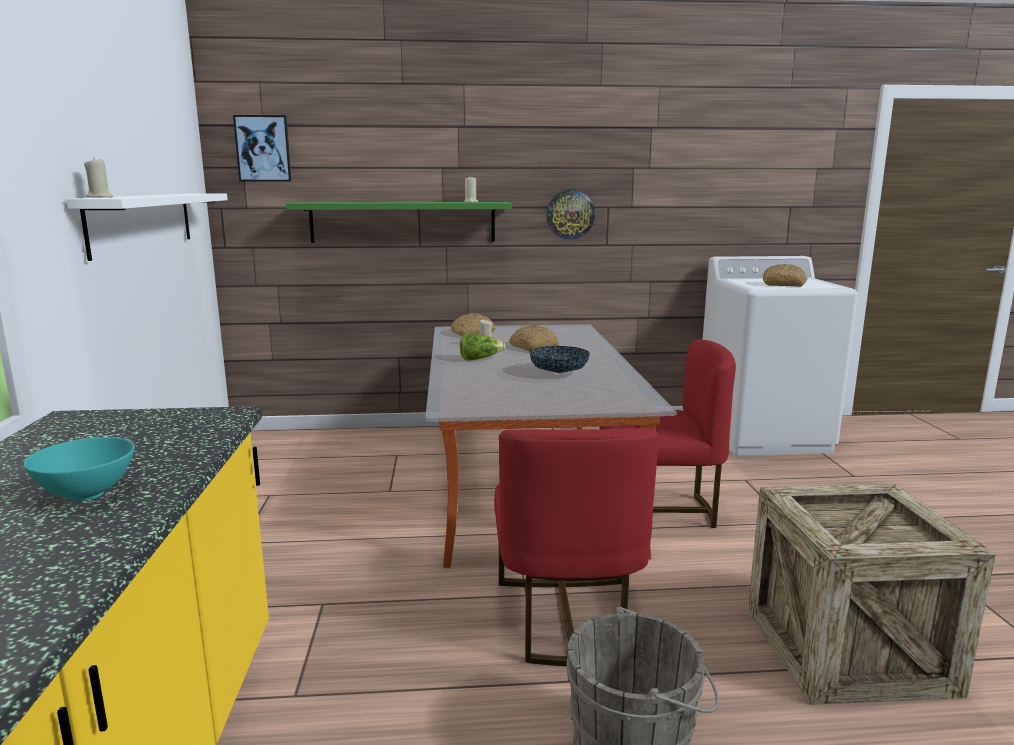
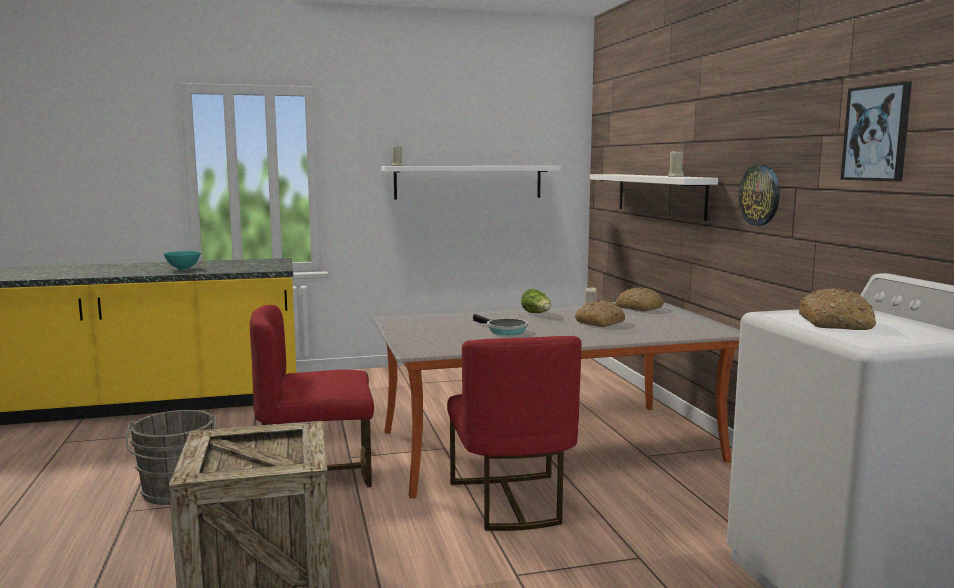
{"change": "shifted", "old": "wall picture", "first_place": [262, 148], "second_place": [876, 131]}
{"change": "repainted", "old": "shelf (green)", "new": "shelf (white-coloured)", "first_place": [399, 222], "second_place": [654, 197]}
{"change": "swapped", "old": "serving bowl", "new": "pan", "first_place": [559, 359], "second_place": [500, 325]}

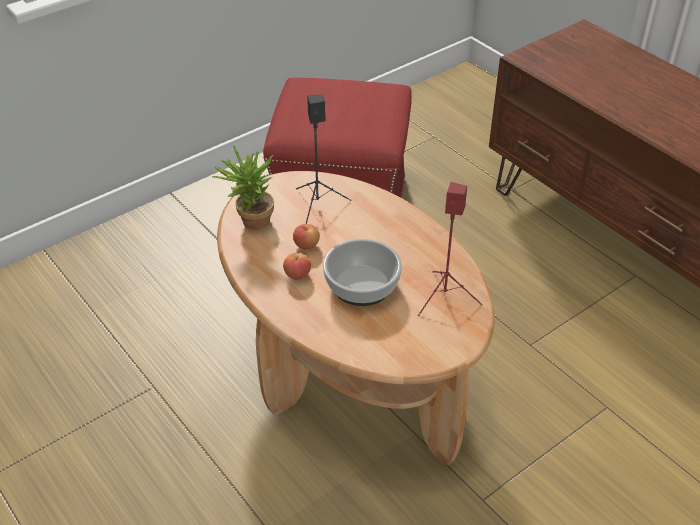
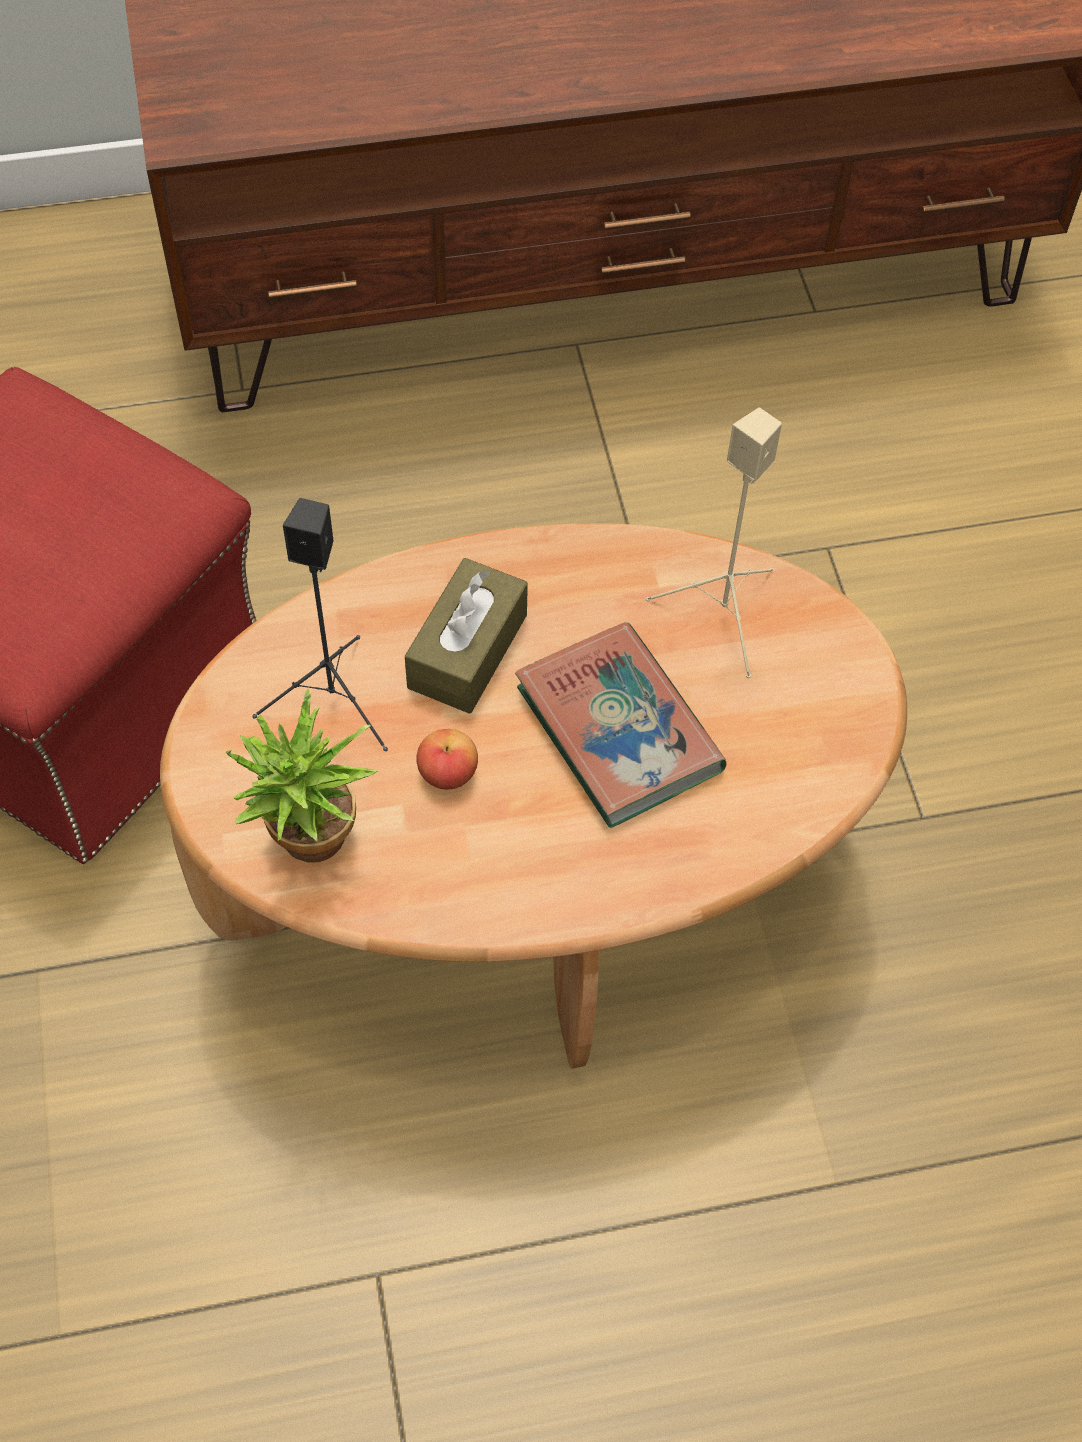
{"change": "gone", "old": "apple fruit", "first_place": [297, 266]}
{"change": "swapped", "old": "serving bowl", "new": "bound book", "first_place": [362, 272], "second_place": [621, 725]}
{"change": "repainted", "old": "audio speaker (reddish)", "new": "audio speaker (beige-coloured)", "first_place": [450, 249], "second_place": [714, 542]}
{"change": "new", "new": "box of tissues (brownish)", "second_place": [466, 636]}

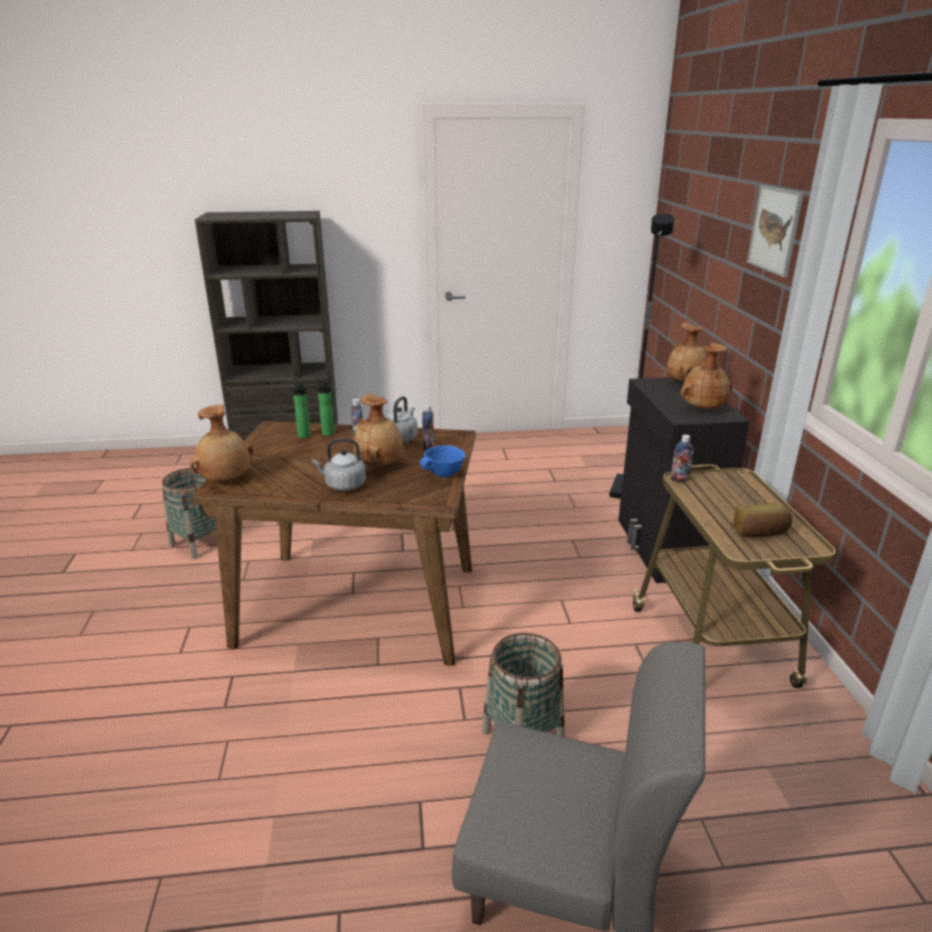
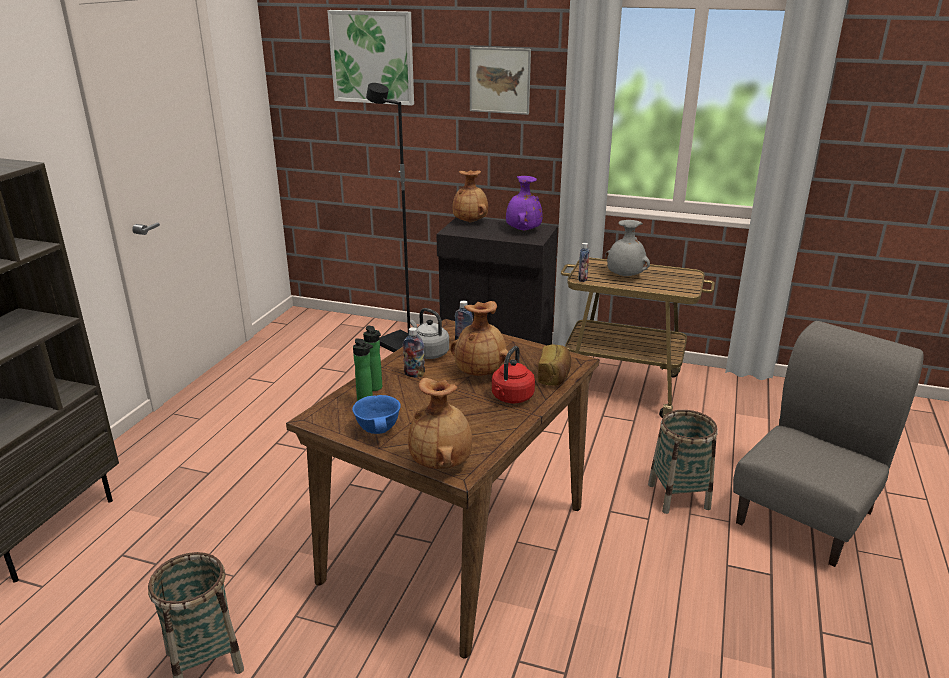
{"change": "repainted", "old": "water kettle (gray)", "new": "water kettle (reddish)", "first_place": [339, 465], "second_place": [513, 374]}
{"change": "shifted", "old": "serving bowl (bluish)", "first_place": [442, 461], "second_place": [376, 414]}
{"change": "repainted", "old": "flower vase (brownish)", "new": "flower vase (purple-coloured)", "first_place": [706, 376], "second_place": [524, 203]}
{"change": "shifted", "old": "baked bread", "first_place": [762, 519], "second_place": [554, 365]}
{"change": "new", "new": "wall picture", "second_place": [370, 58]}
{"change": "new", "new": "flower vase (gray)", "second_place": [627, 248]}

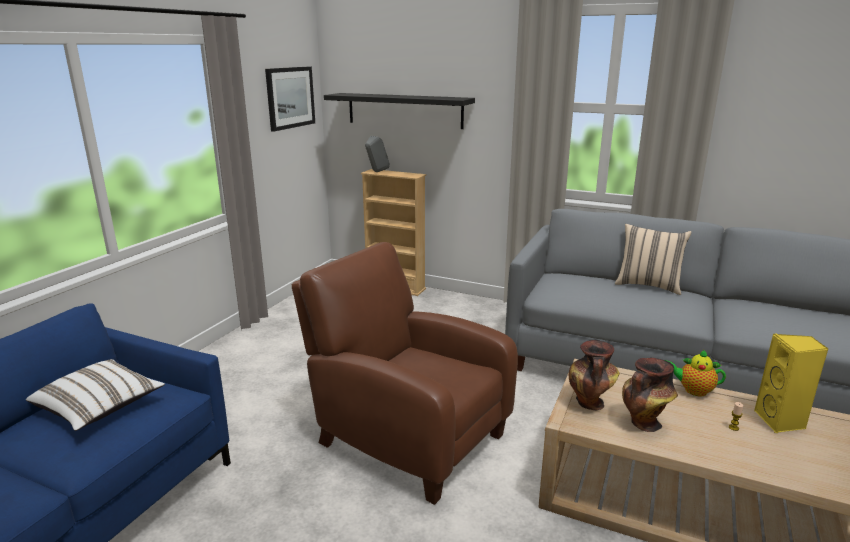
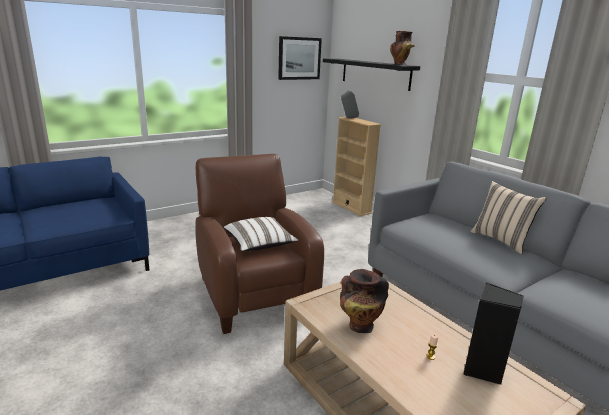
{"change": "shifted", "old": "pillow (white-coloured)", "first_place": [95, 395], "second_place": [261, 234]}
{"change": "shifted", "old": "flower vase", "first_place": [594, 375], "second_place": [402, 48]}
{"change": "gone", "old": "teapot", "first_place": [695, 373]}
{"change": "repainted", "old": "audio speaker (yellow)", "new": "audio speaker (blackish)", "first_place": [791, 383], "second_place": [493, 334]}

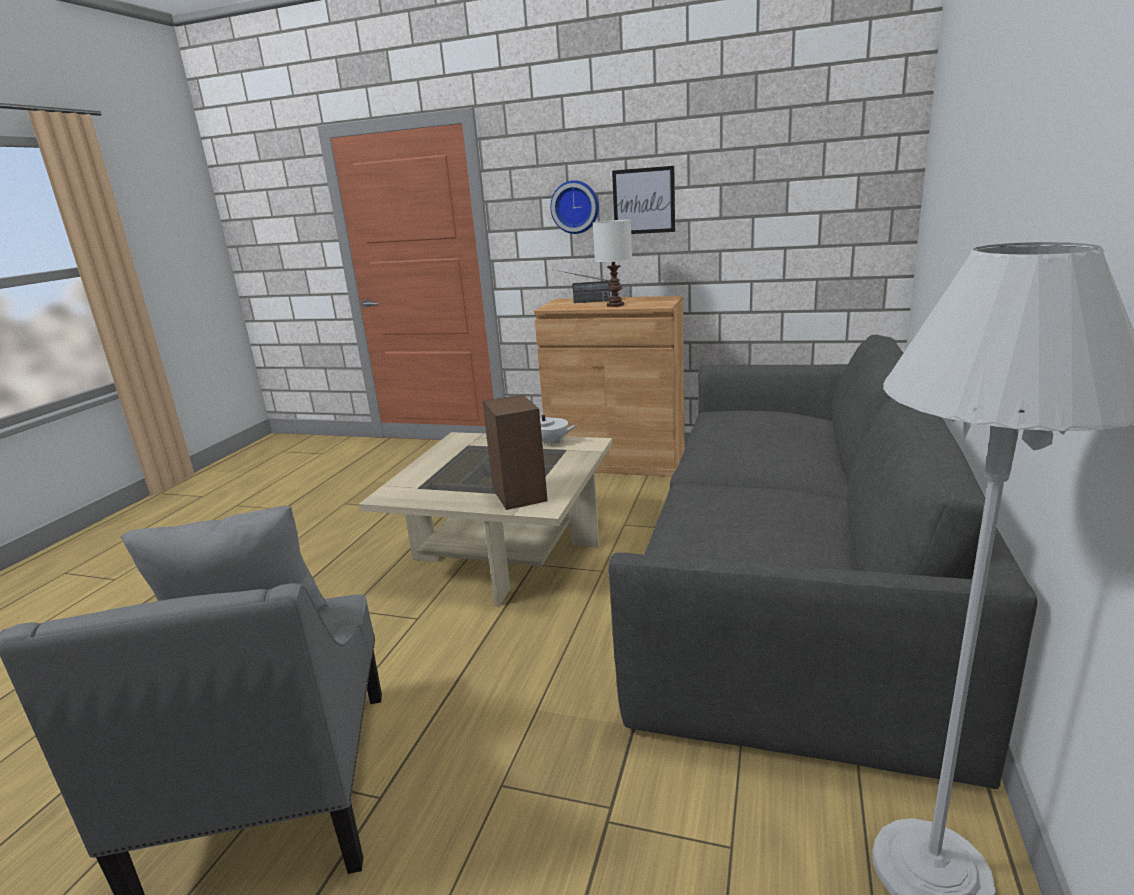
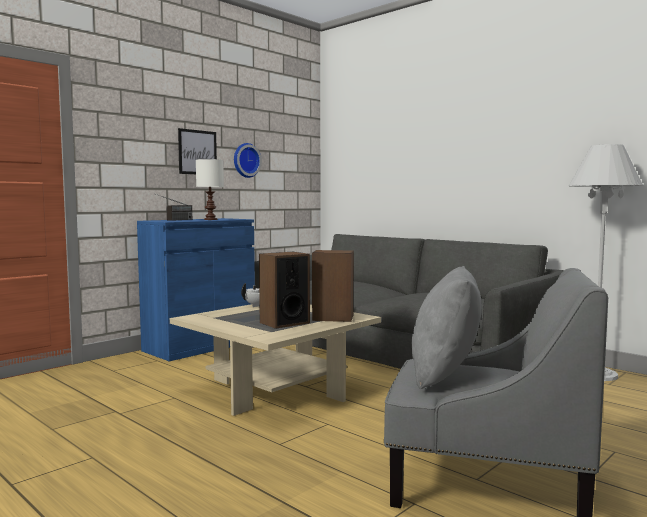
{"change": "repainted", "old": "cabinet (brownish)", "new": "cabinet (bluish)", "first_place": [609, 386], "second_place": [196, 289]}
{"change": "shifted", "old": "hanging clock", "first_place": [574, 207], "second_place": [248, 160]}
{"change": "new", "new": "audio speaker", "second_place": [284, 290]}

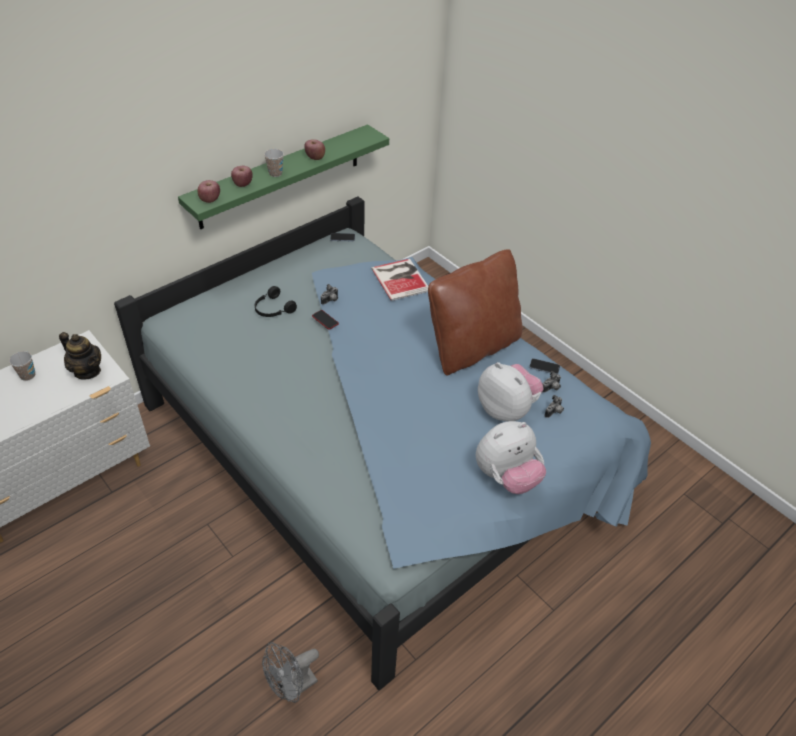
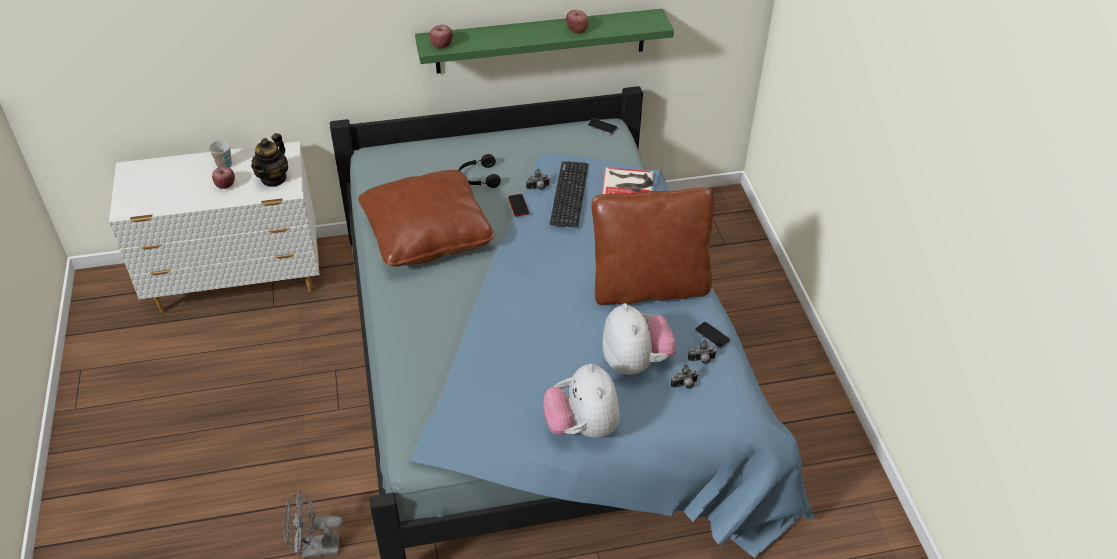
{"change": "rotated", "old": "teapot", "first_place": [80, 356], "second_place": [269, 160], "degrees": 45}
{"change": "shifted", "old": "apple fruit", "first_place": [242, 176], "second_place": [223, 178]}
{"change": "gone", "old": "small cup", "first_place": [274, 163]}
{"change": "rotated", "old": "plush toy", "first_place": [511, 457], "second_place": [581, 401], "degrees": 75}
{"change": "new", "new": "pillow (brownish)", "second_place": [426, 218]}
{"change": "new", "new": "computer keyboard", "second_place": [569, 194]}

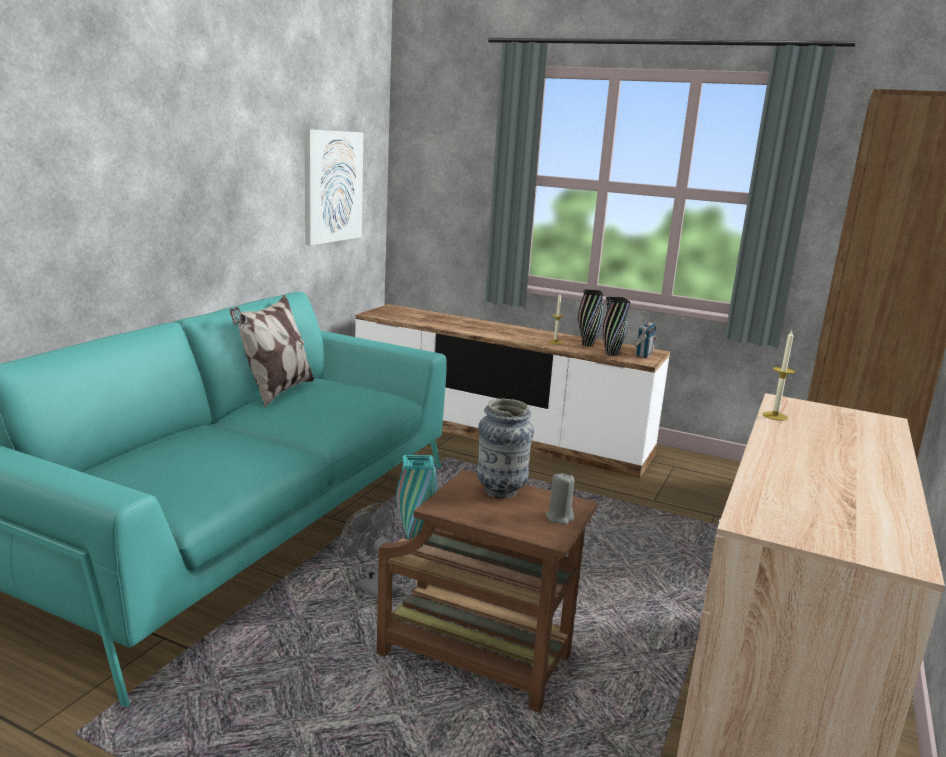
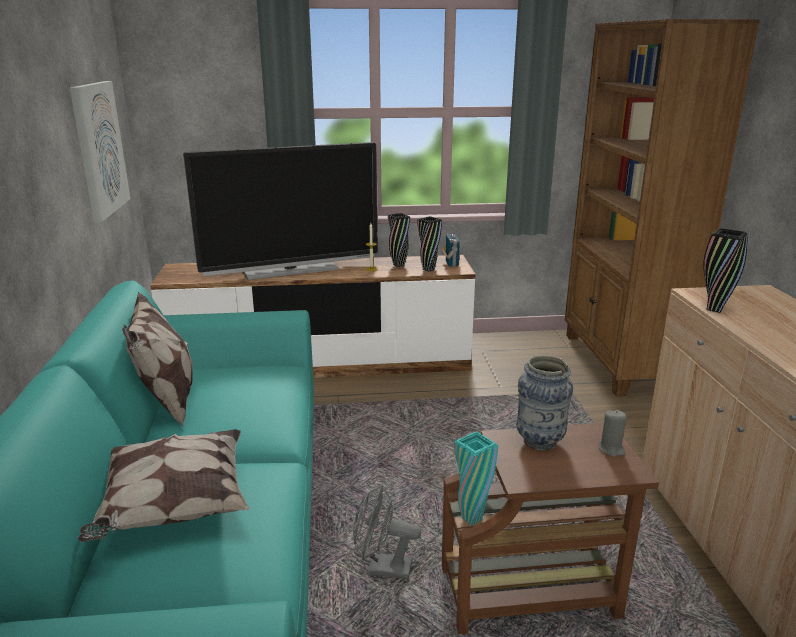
{"change": "swapped", "old": "candle", "new": "flower vase (blackish)", "first_place": [779, 376], "second_place": [725, 270]}
{"change": "new", "new": "pillow", "second_place": [164, 485]}
{"change": "new", "new": "TV", "second_place": [280, 211]}

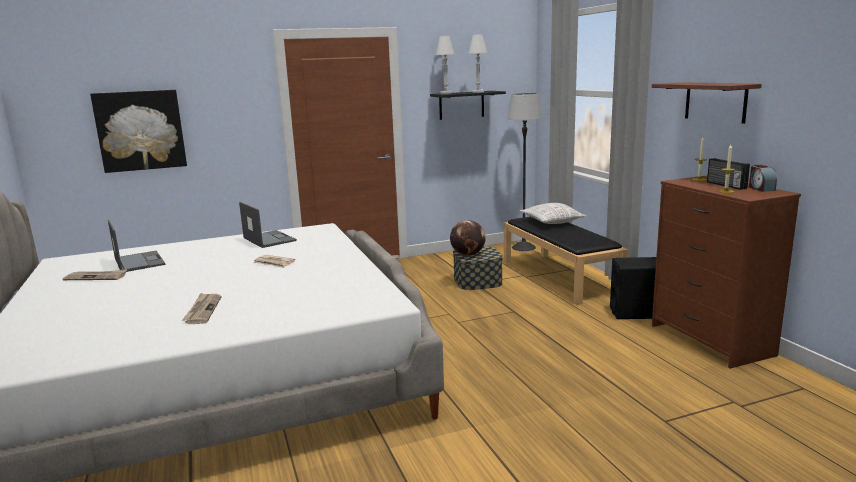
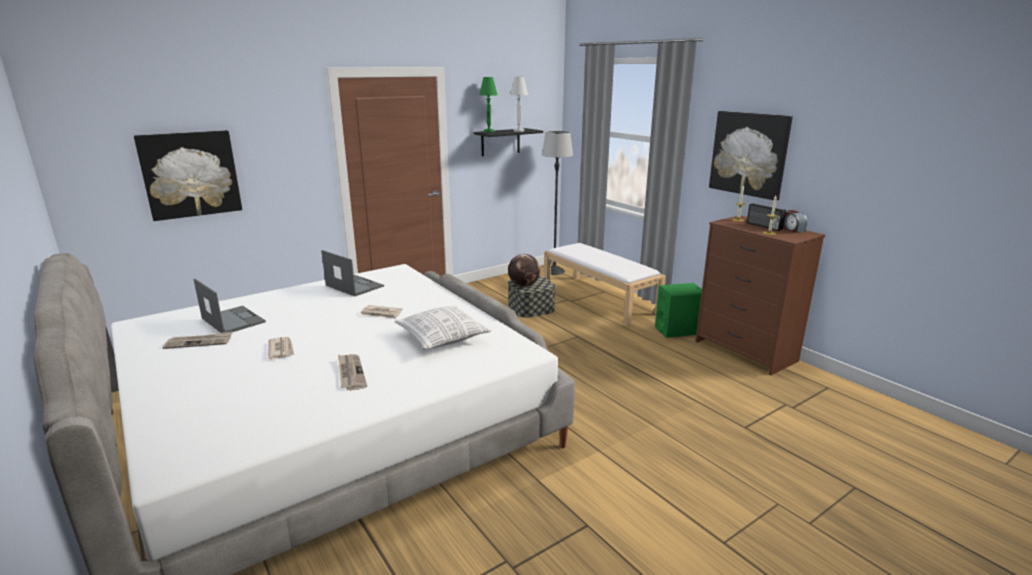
{"change": "repainted", "old": "tabletop lamp (white-coloured)", "new": "tabletop lamp (green)", "first_place": [445, 65], "second_place": [488, 104]}
{"change": "repainted", "old": "long seat (blackish)", "new": "long seat (white-coloured)", "first_place": [566, 261], "second_place": [605, 284]}
{"change": "shifted", "old": "pillow", "first_place": [553, 213], "second_place": [442, 328]}
{"change": "repainted", "old": "audio speaker (blackish)", "new": "audio speaker (green)", "first_place": [633, 288], "second_place": [678, 310]}
{"change": "swapped", "old": "shelf", "new": "wall picture", "first_place": [707, 103], "second_place": [751, 155]}
{"change": "new", "new": "printed paper", "second_place": [281, 348]}

